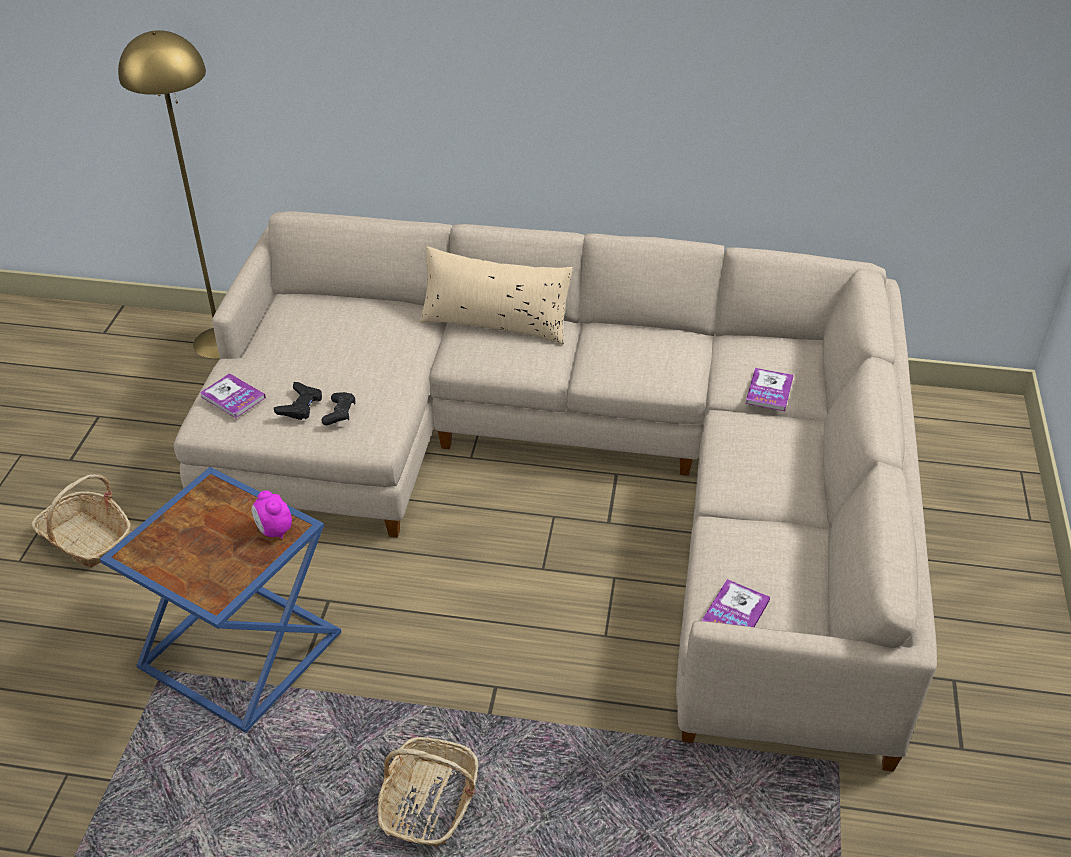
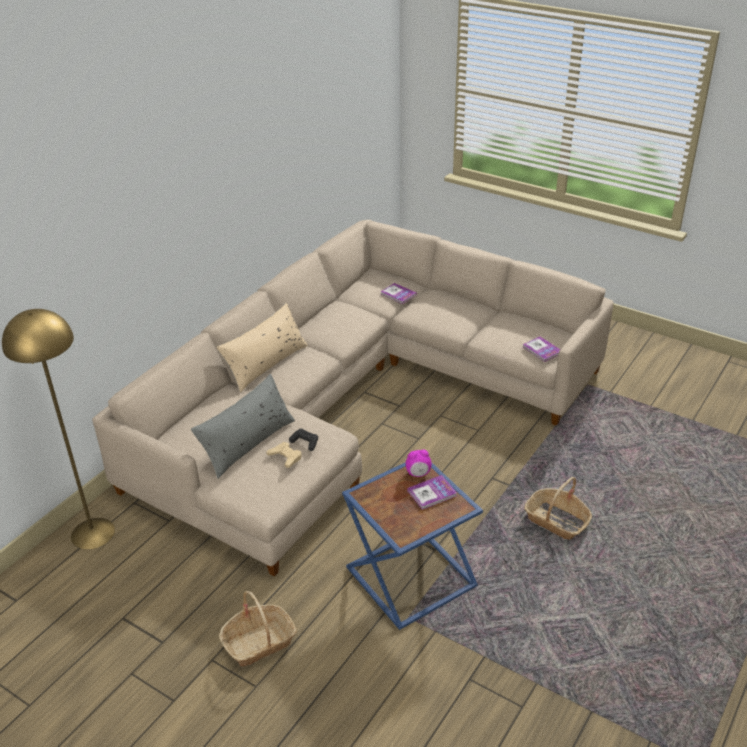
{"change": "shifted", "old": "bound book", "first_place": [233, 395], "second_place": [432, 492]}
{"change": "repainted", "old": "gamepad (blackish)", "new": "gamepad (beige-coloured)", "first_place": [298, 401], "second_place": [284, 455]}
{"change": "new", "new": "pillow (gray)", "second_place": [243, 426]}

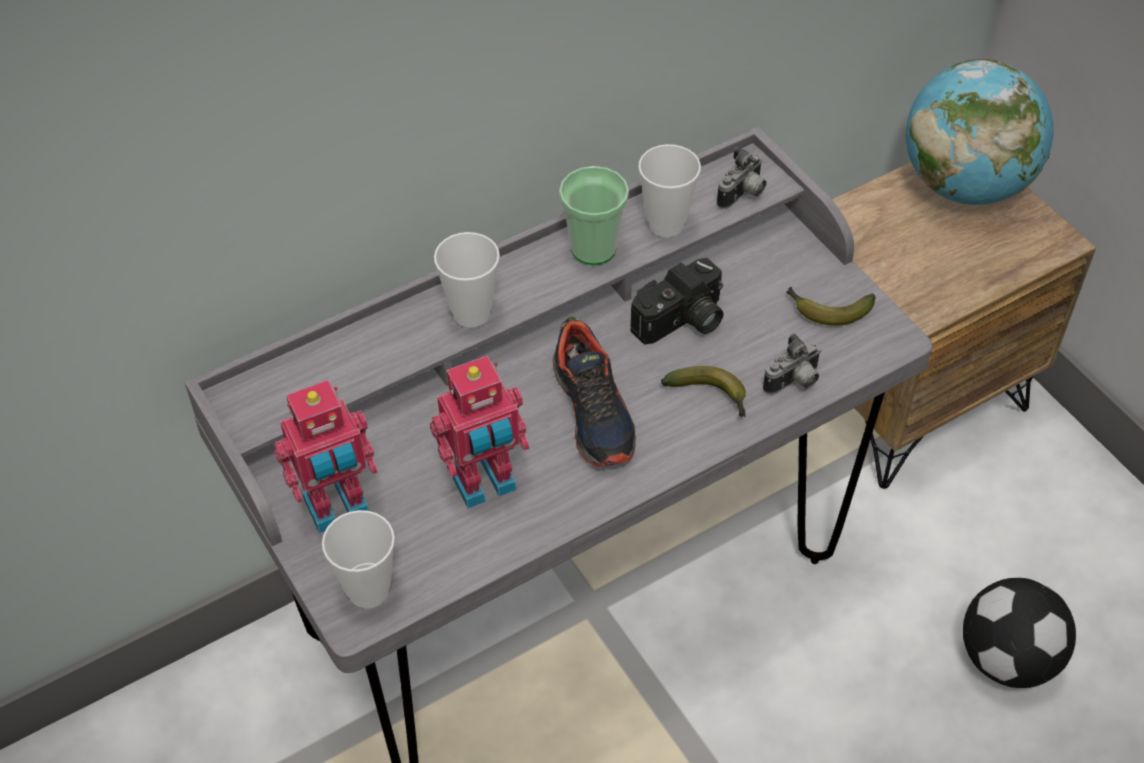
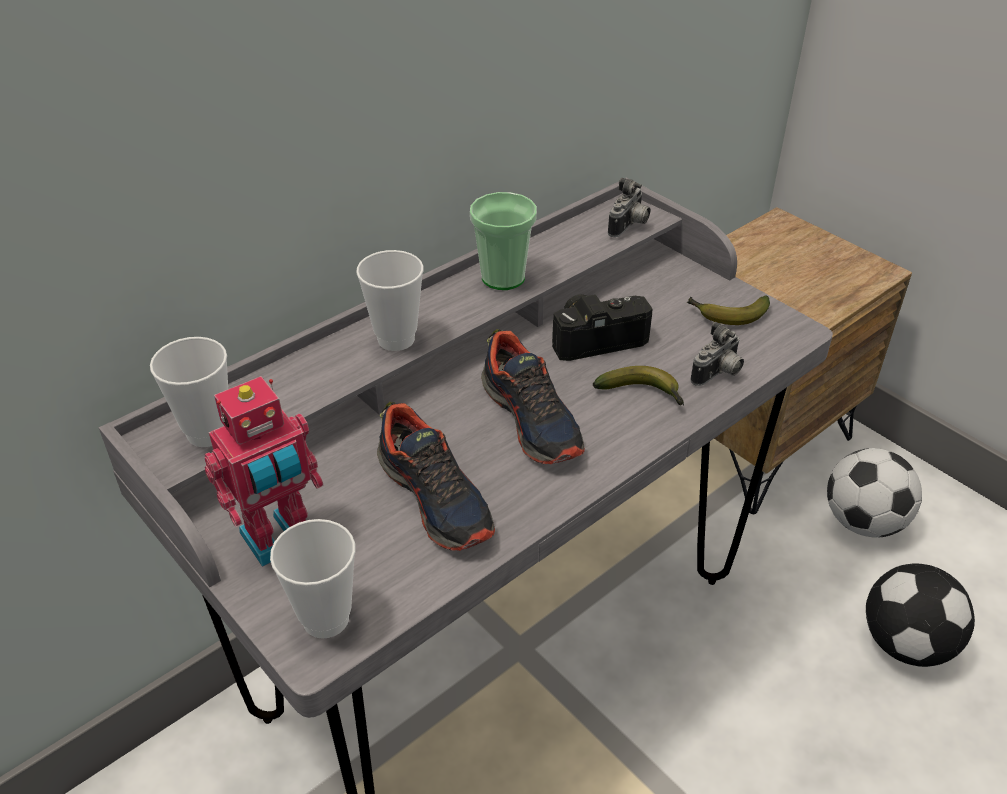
{"change": "swapped", "old": "model robot", "new": "item of footwear", "first_place": [480, 432], "second_place": [436, 476]}
{"change": "rotated", "old": "photo camera", "first_place": [677, 301], "second_place": [602, 327], "degrees": -150}
{"change": "shifted", "old": "small cup", "first_place": [669, 190], "second_place": [189, 392]}
{"change": "gone", "old": "world globe", "first_place": [979, 132]}
{"change": "new", "new": "football ball", "second_place": [874, 493]}

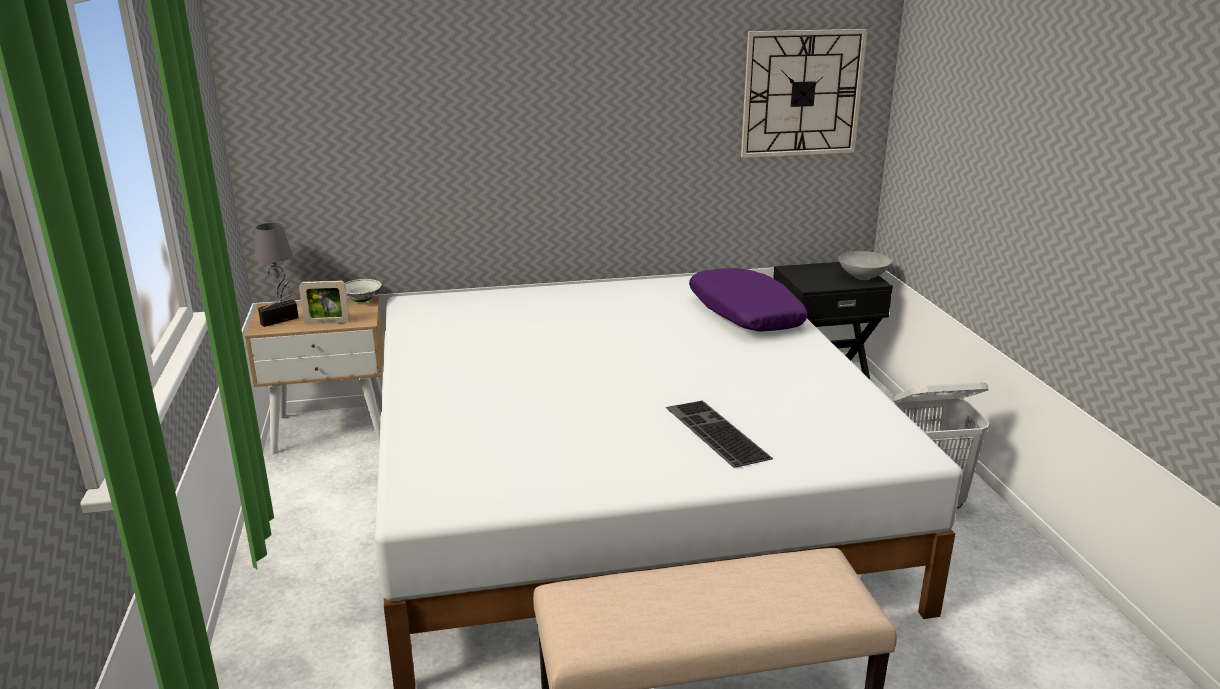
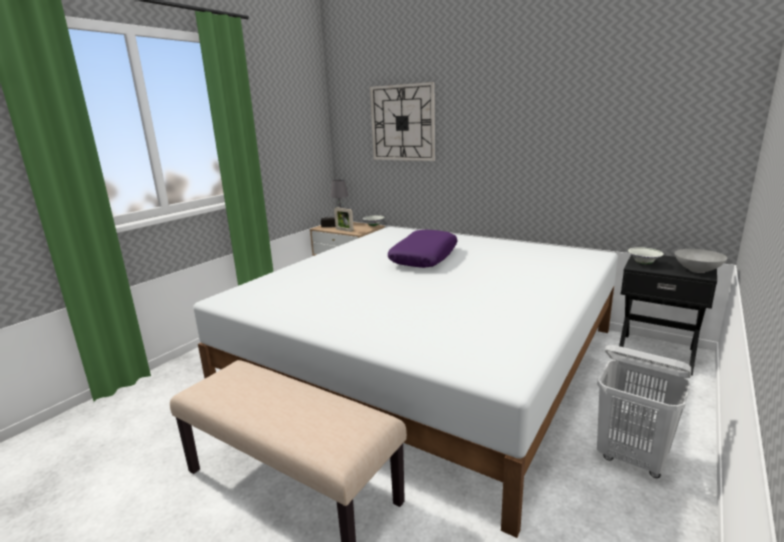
{"change": "gone", "old": "computer keyboard", "first_place": [719, 434]}
{"change": "shifted", "old": "pillow (purple-coloured)", "first_place": [748, 300], "second_place": [423, 249]}
{"change": "shifted", "old": "hanging clock", "first_place": [804, 93], "second_place": [402, 121]}
{"change": "new", "new": "serving bowl (white-coloured)", "second_place": [646, 255]}

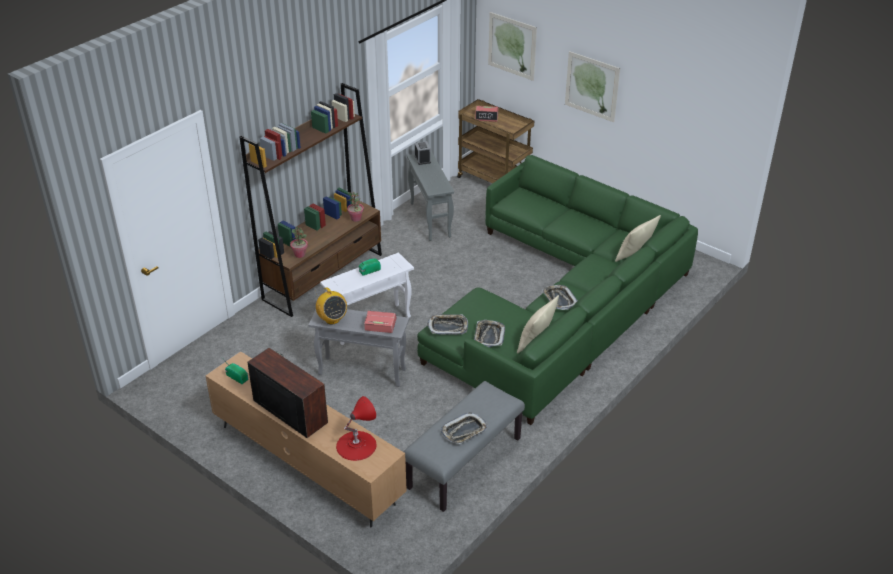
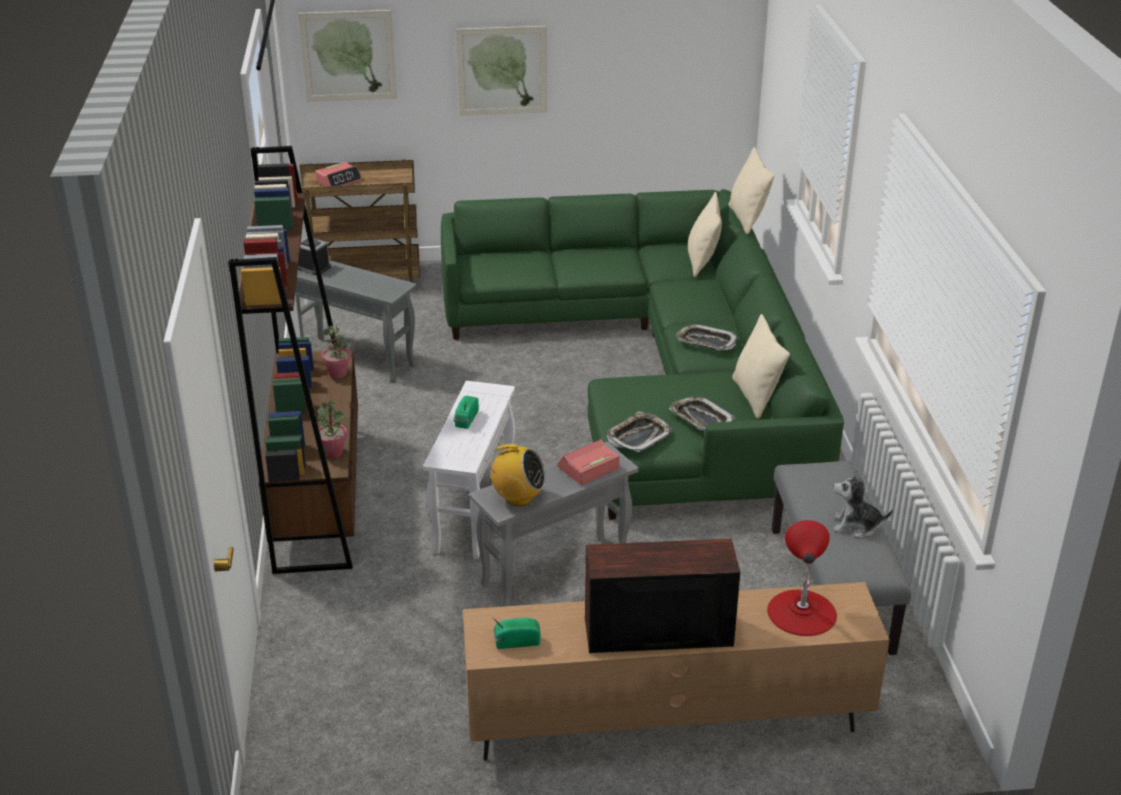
{"change": "swapped", "old": "serving tray", "new": "plush toy", "first_place": [464, 428], "second_place": [863, 504]}
{"change": "new", "new": "pillow (beige-coloured)", "second_place": [751, 191]}

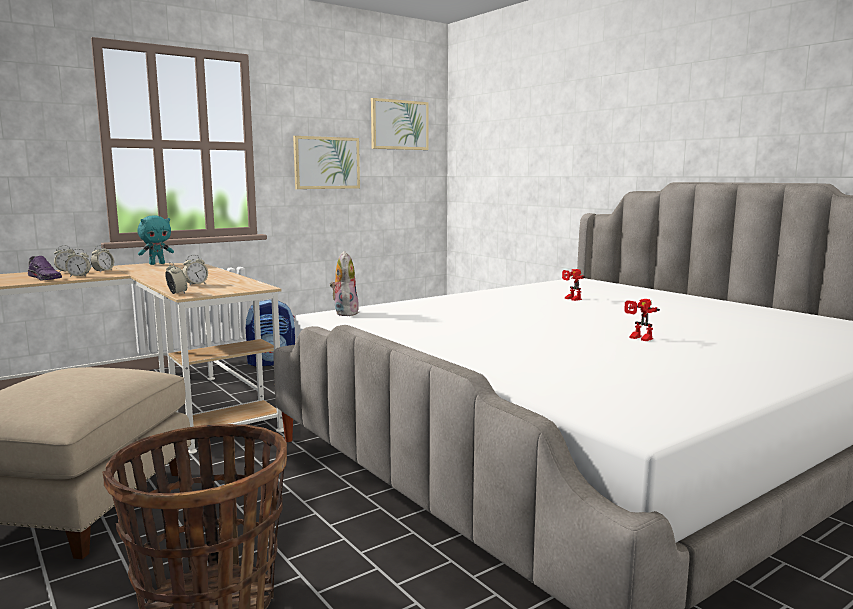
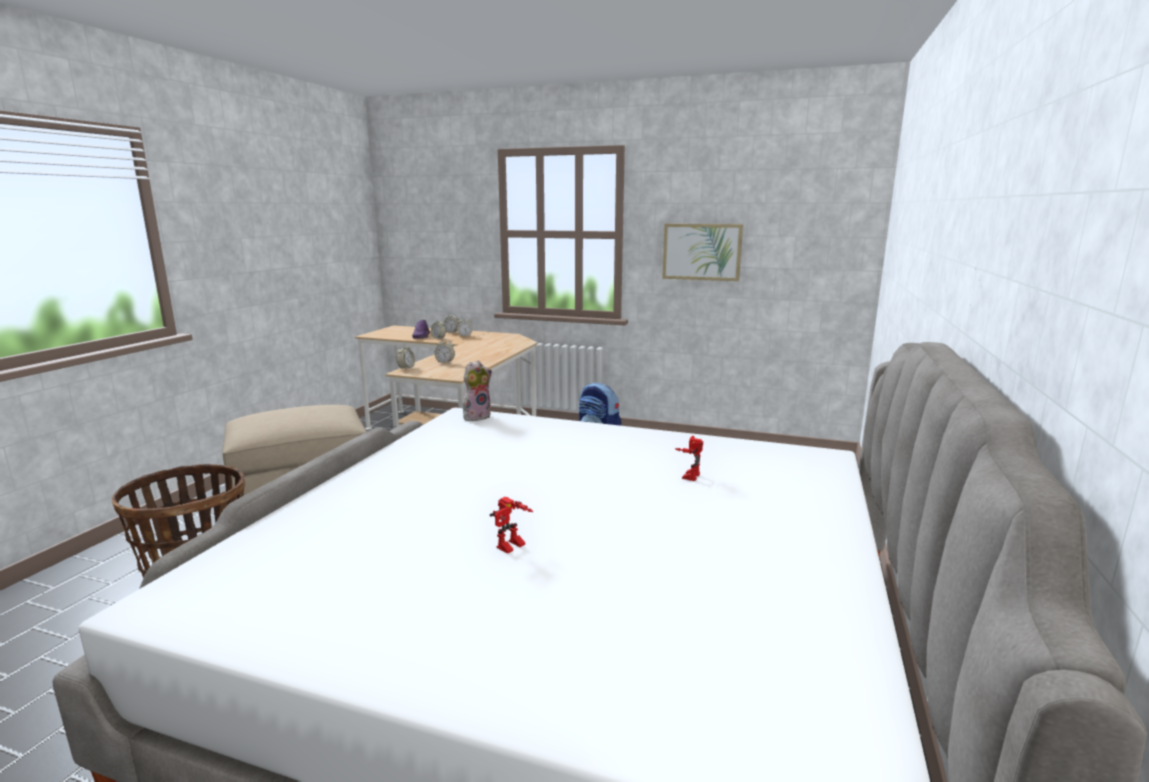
{"change": "gone", "old": "plush toy (turquoise)", "first_place": [155, 240]}
{"change": "gone", "old": "wall picture", "first_place": [400, 124]}
{"change": "rotated", "old": "model robot", "first_place": [642, 320], "second_place": [512, 525], "degrees": -150}

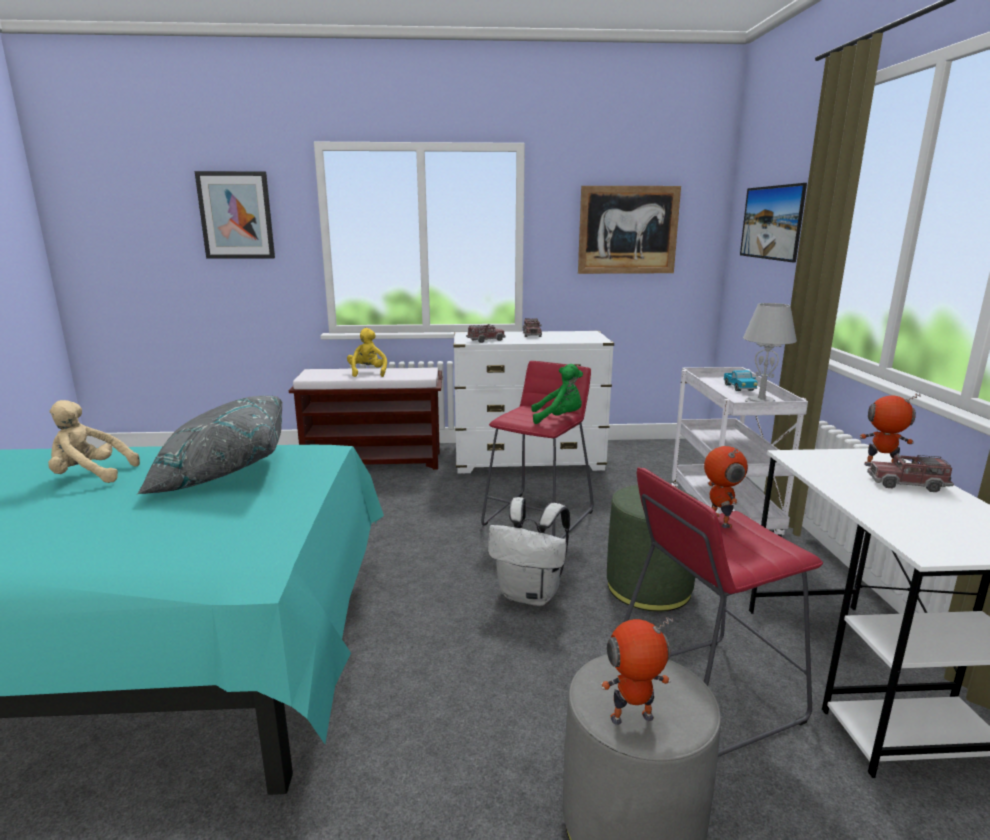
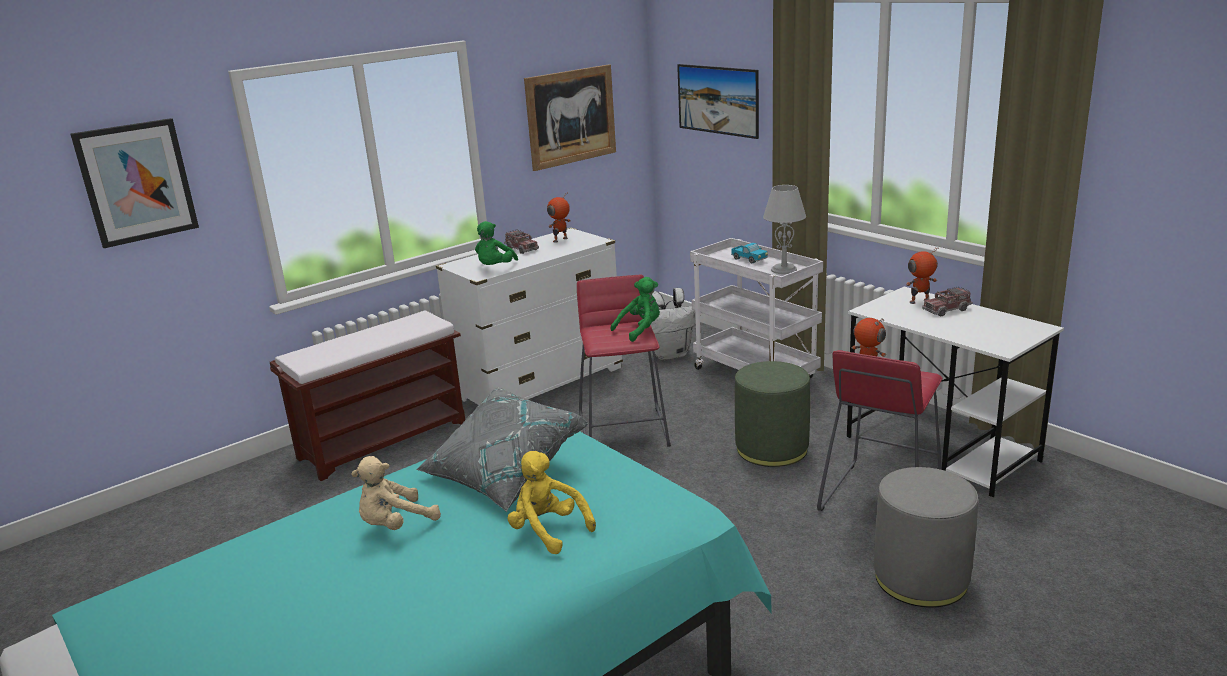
{"change": "shifted", "old": "plush toy (yellow)", "first_place": [367, 352], "second_place": [552, 502]}
{"change": "swapped", "old": "model truck", "new": "plush toy (green)", "first_place": [485, 333], "second_place": [496, 243]}
{"change": "shifted", "old": "rucksack (white-coloured)", "first_place": [529, 551], "second_place": [673, 324]}
{"change": "shifted", "old": "model robot", "first_place": [637, 671], "second_place": [559, 217]}

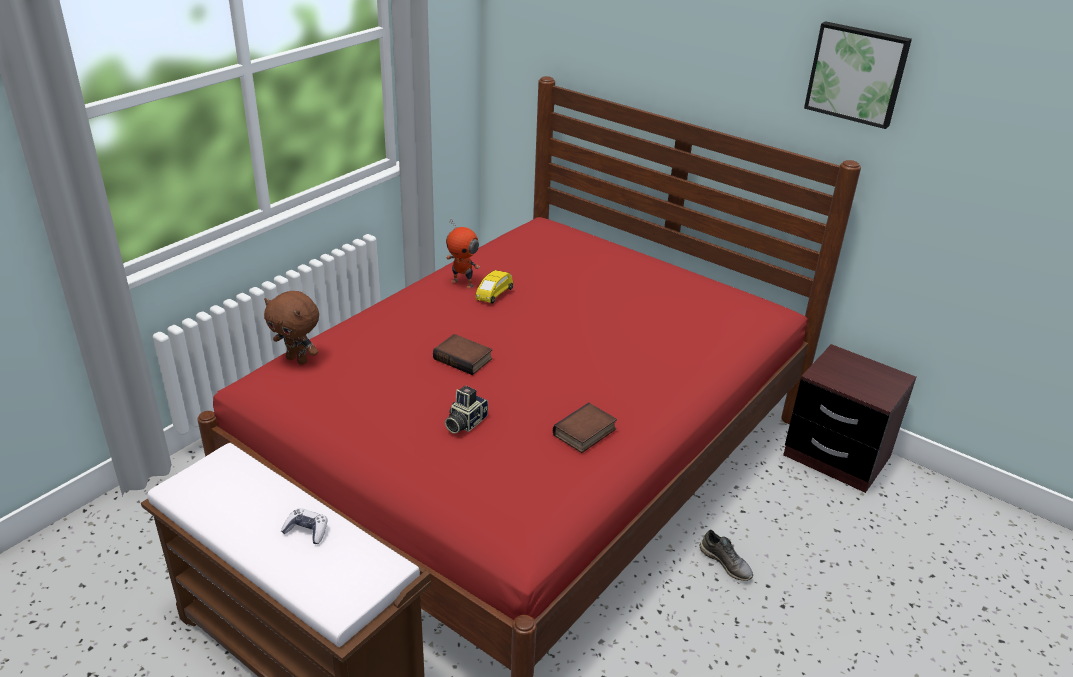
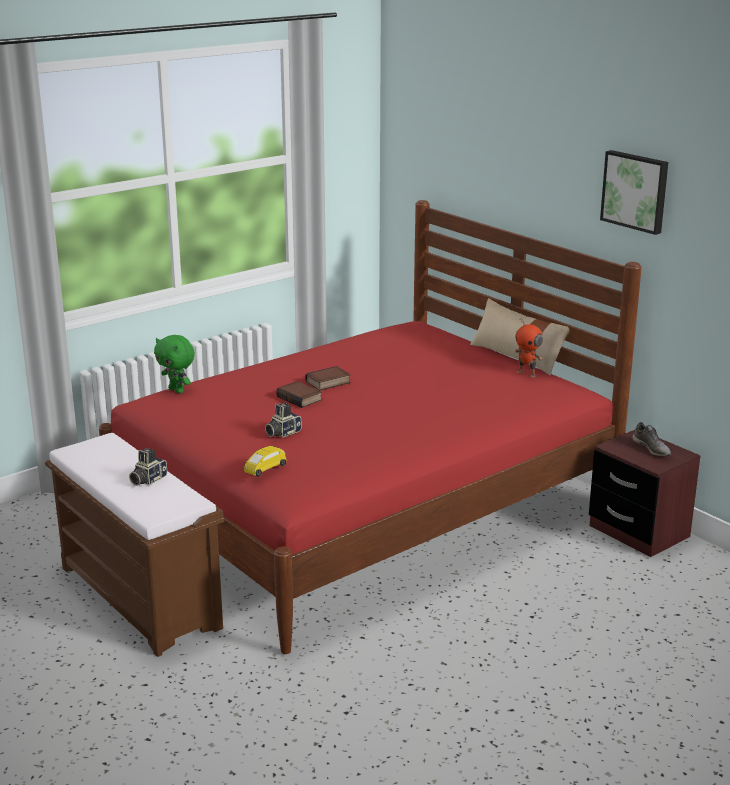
{"change": "repainted", "old": "plush toy (brownish)", "new": "plush toy (green)", "first_place": [291, 328], "second_place": [174, 364]}
{"change": "swapped", "old": "gamepad", "new": "photo camera", "first_place": [304, 526], "second_place": [148, 467]}
{"change": "shifted", "old": "model robot", "first_place": [463, 254], "second_place": [528, 347]}
{"change": "shifted", "old": "miniature car (yellow)", "first_place": [494, 286], "second_place": [265, 461]}
{"change": "shifted", "old": "bound book", "first_place": [585, 428], "second_place": [328, 378]}
{"change": "shifted", "old": "item of footwear (gray)", "first_place": [726, 555], "second_place": [651, 439]}
{"change": "new", "new": "pillow (beige-coloured)", "second_place": [520, 337]}

